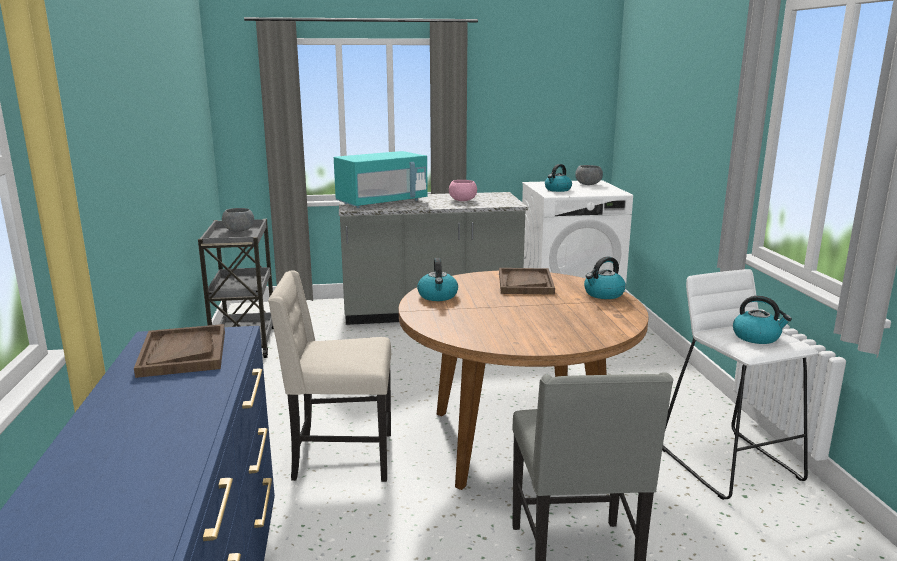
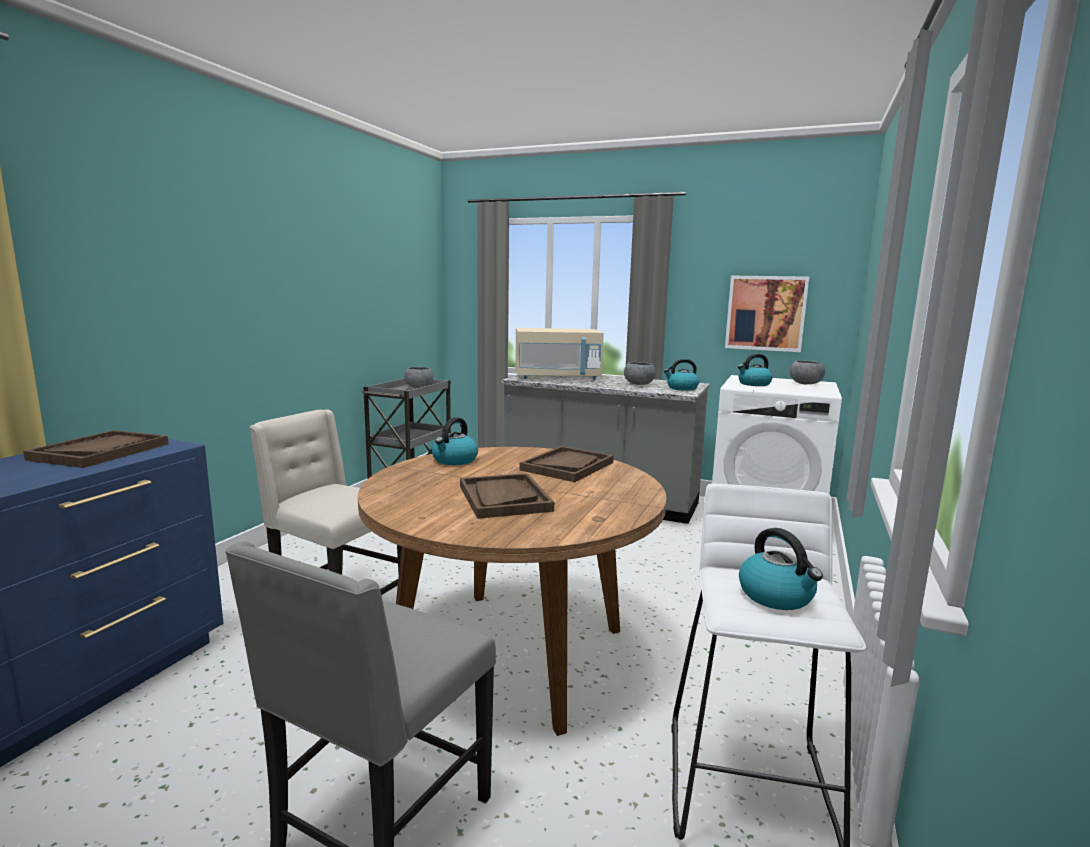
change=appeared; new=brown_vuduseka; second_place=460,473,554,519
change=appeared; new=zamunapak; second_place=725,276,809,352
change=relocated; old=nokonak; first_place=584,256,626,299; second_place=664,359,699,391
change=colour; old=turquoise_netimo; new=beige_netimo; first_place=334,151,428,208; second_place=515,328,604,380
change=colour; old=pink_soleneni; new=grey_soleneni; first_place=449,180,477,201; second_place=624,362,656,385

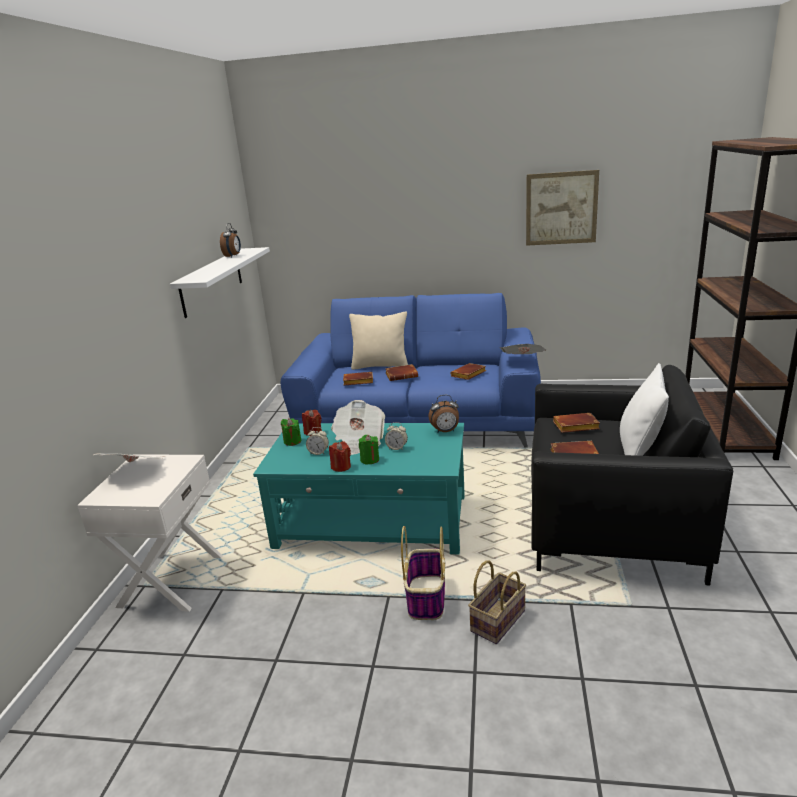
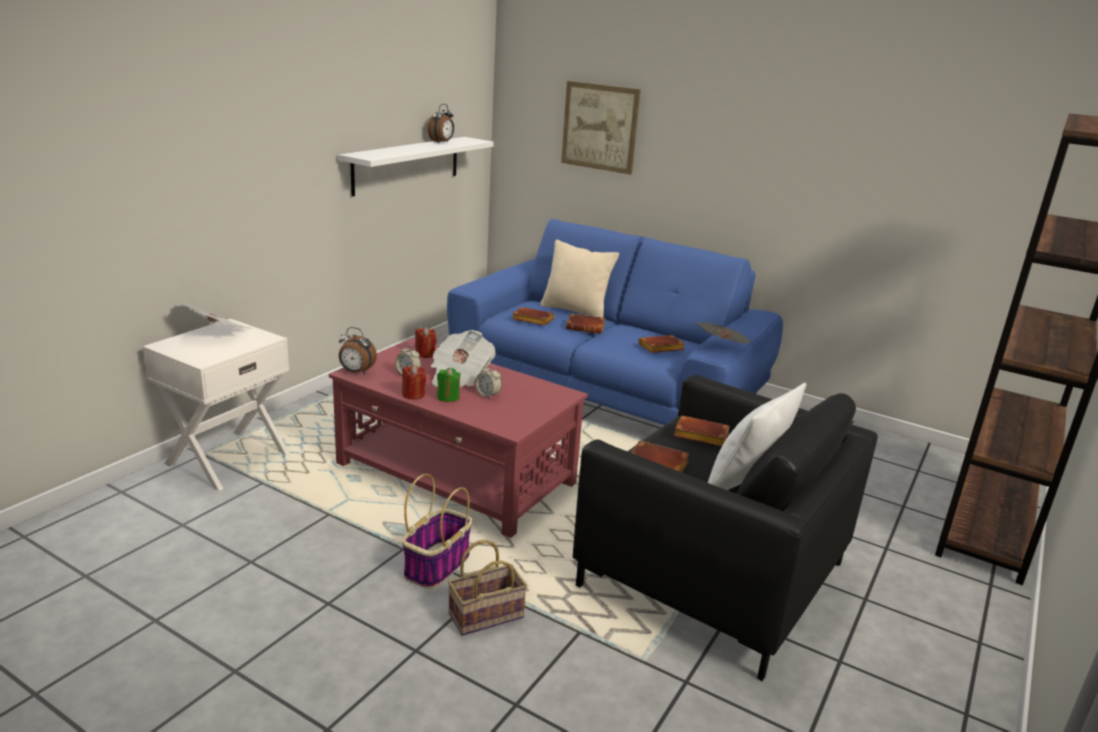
change=missing; old=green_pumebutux; first_place=281,418,301,446
change=relocated; old=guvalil; first_place=428,395,459,433; second_place=339,327,377,375
change=relocated; old=zamunapak; first_place=526,170,599,246; second_place=561,81,641,175
change=colour; old=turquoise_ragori; new=red_ragori; first_place=253,423,465,554; second_place=329,338,588,538

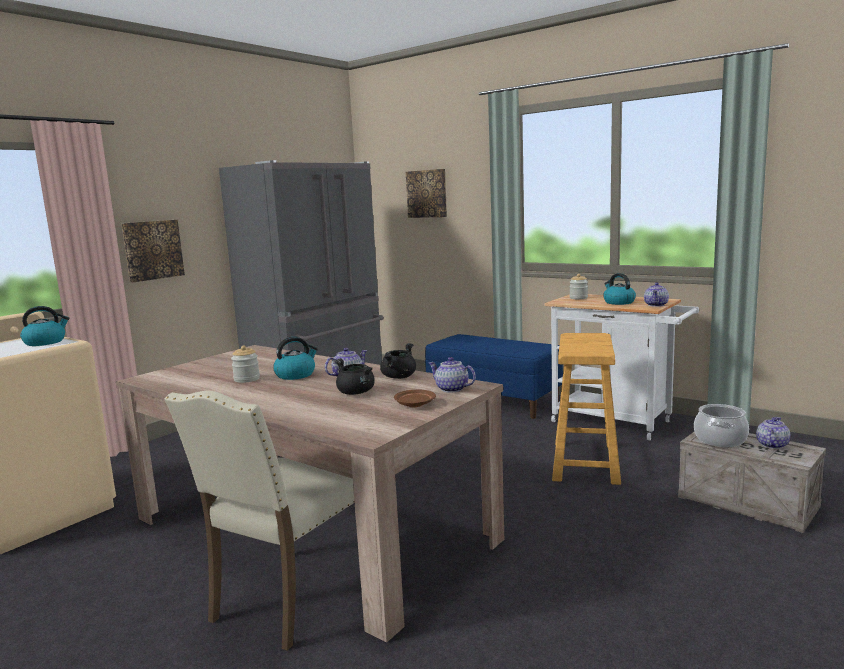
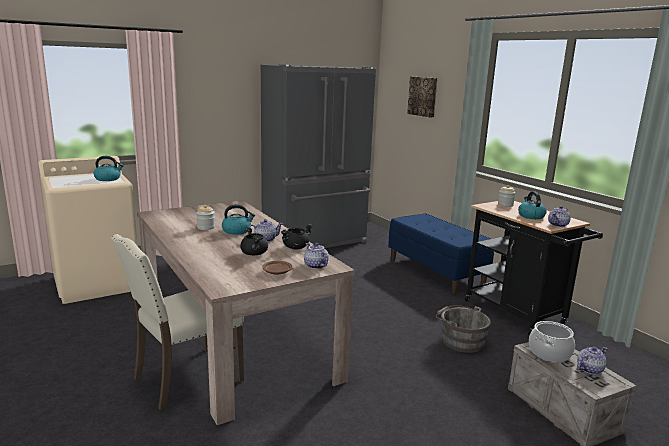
change=missing; old=zamunapak; first_place=121,220,185,282
change=exchanged; old=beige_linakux; new=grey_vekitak; first_place=552,333,621,485; second_place=436,305,491,353
change=colour; old=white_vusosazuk; new=black_vusosazuk; first_place=544,294,699,440; second_place=465,201,603,335

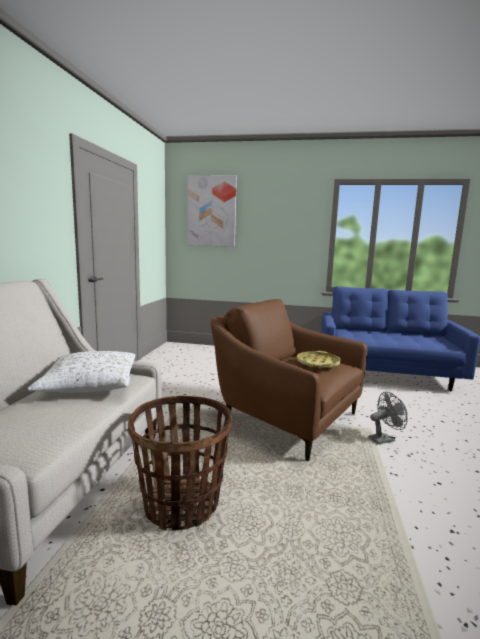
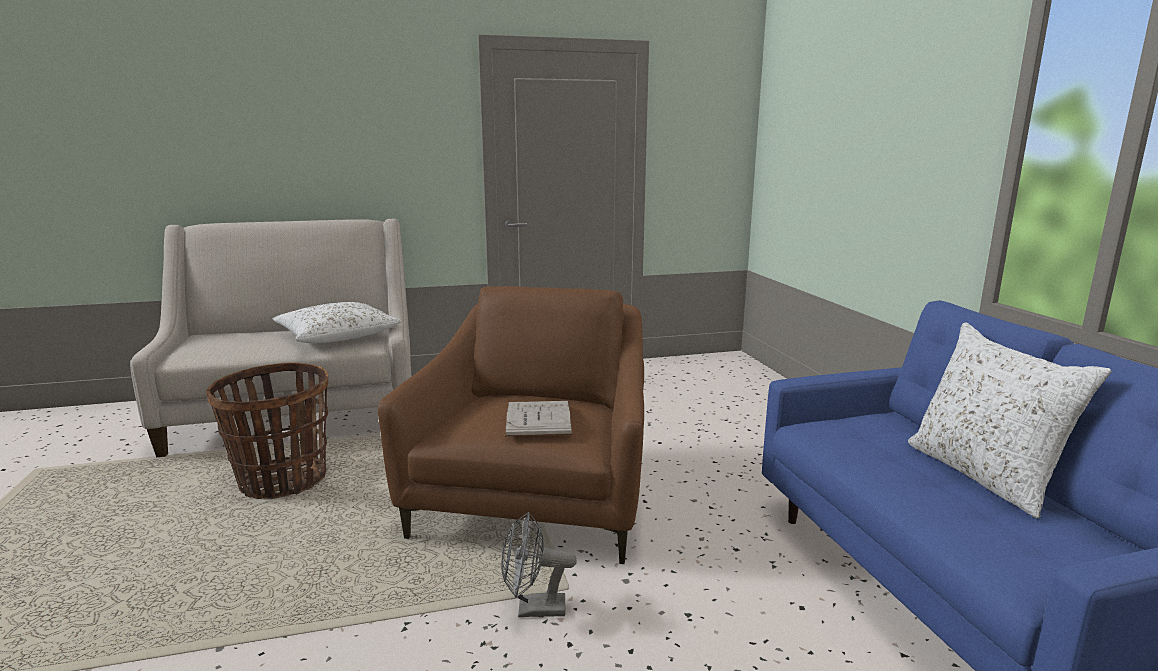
change=missing; old=zamunapak; first_place=188,175,237,247
change=appeared; new=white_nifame; second_place=908,323,1112,518
change=exchanged; old=yellow_vuduseka; new=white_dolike; first_place=297,351,341,369; second_place=505,401,572,436
change=spun; old=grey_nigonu; first_place=369,392,407,444; second_place=501,512,576,617; degrees=135

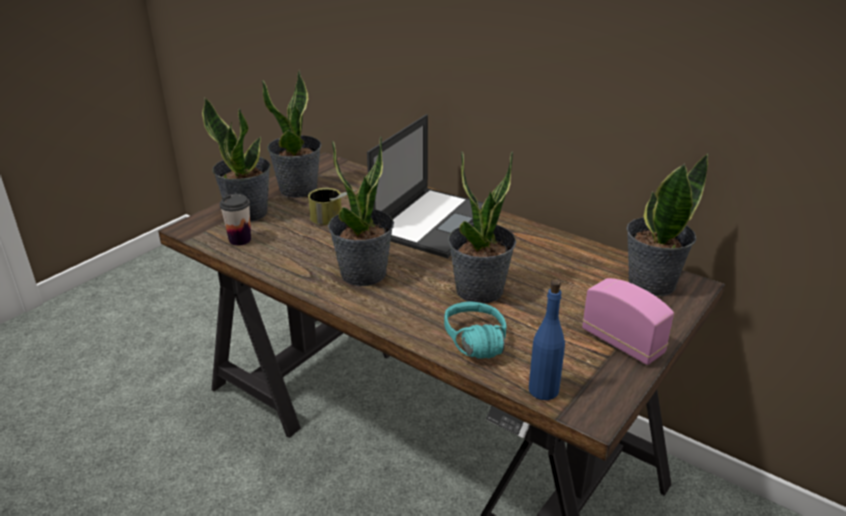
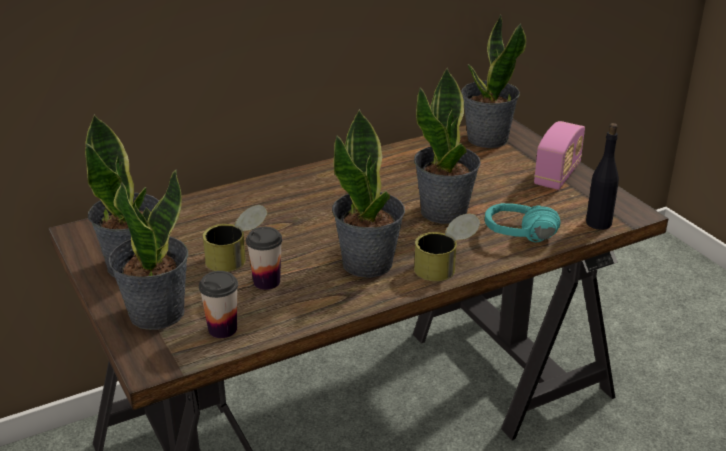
change=missing; old=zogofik; first_place=367,114,484,258
change=appeared; new=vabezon; second_place=246,227,282,290
change=appeared; new=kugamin; second_place=414,213,480,281
change=colour; old=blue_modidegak; new=black_modidegak; first_place=529,279,565,400; second_place=586,123,619,230
change=spun; old=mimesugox; first_place=582,278,674,365; second_place=534,121,585,190; degrees=135

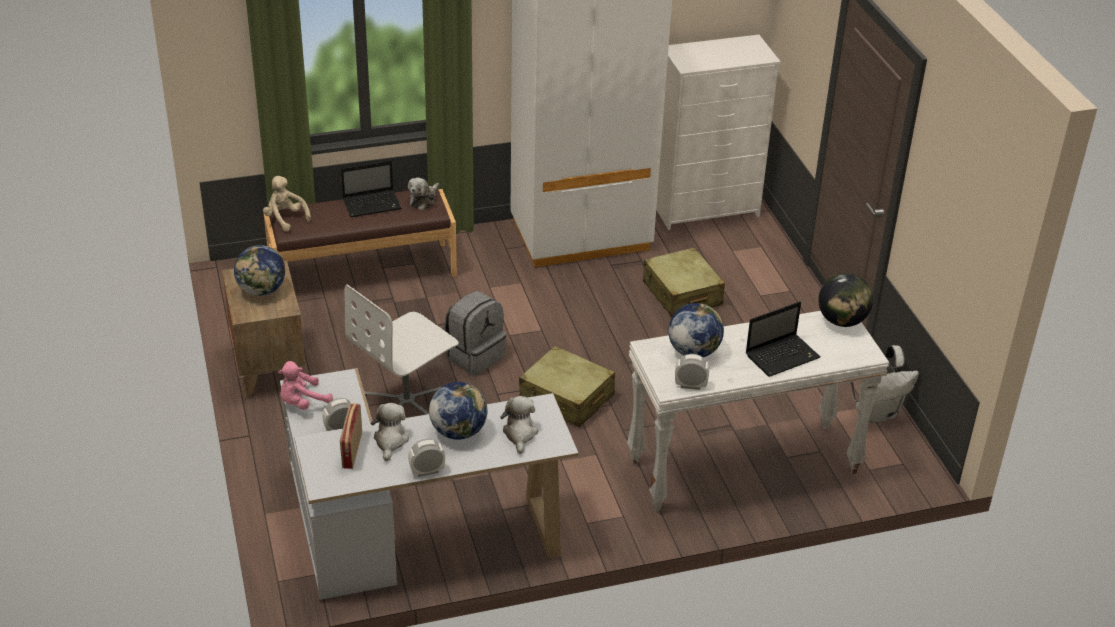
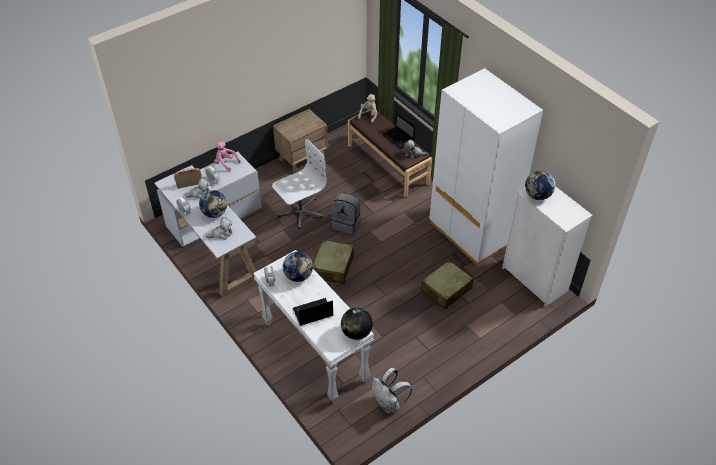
change=relocated; old=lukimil; first_place=234,245,285,296; second_place=525,171,555,200
change=spun; old=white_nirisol; first_place=345,284,459,415; second_place=272,139,327,229; degrees=120
change=spun; old=zogofik; first_place=745,302,820,377; second_place=293,298,334,326; degrees=120

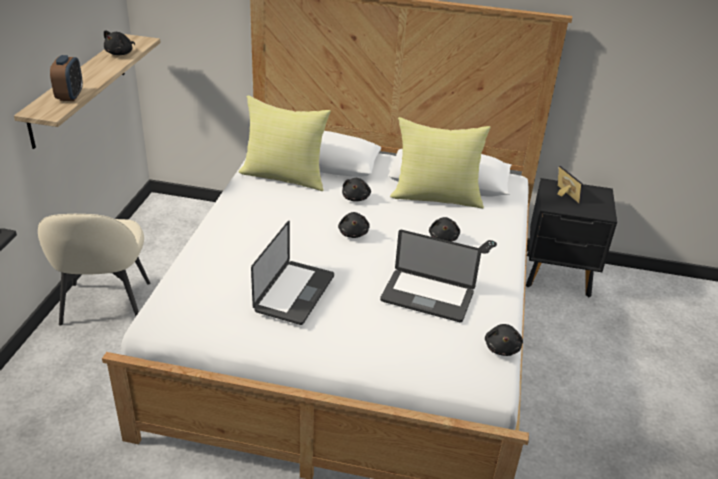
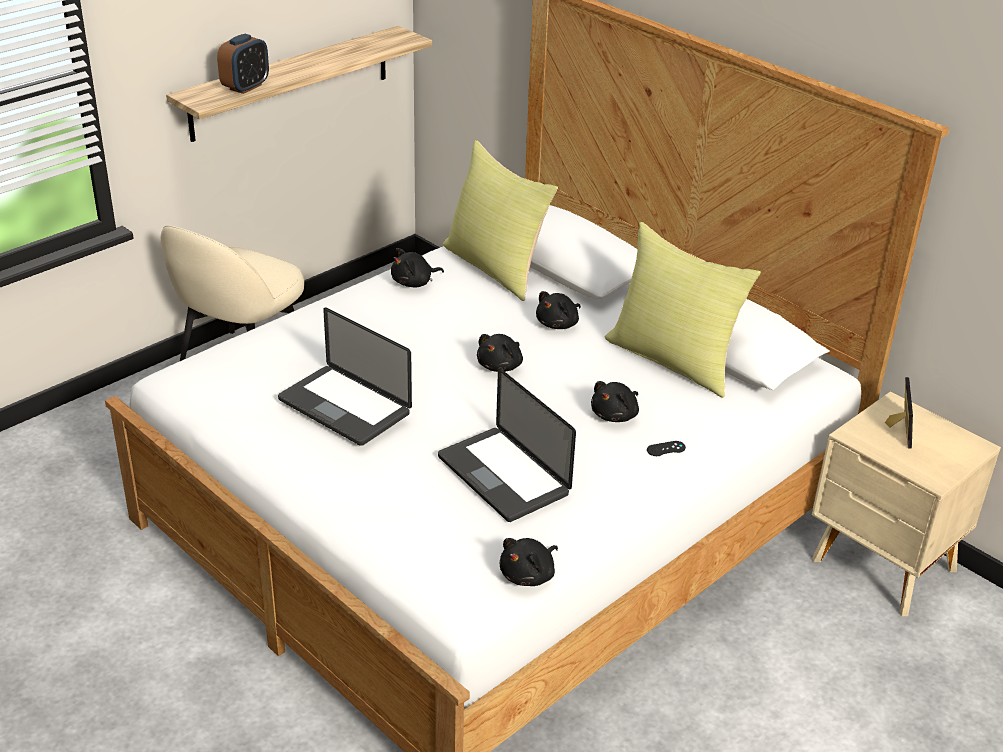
change=relocated; old=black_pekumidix; first_place=104,30,135,55; second_place=391,248,444,287
change=colour; old=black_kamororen; new=beige_kamororen; first_place=526,178,617,297; second_place=812,391,1001,616
change=spun; old=zogofik; first_place=251,221,334,325; second_place=278,308,412,446; degrees=75

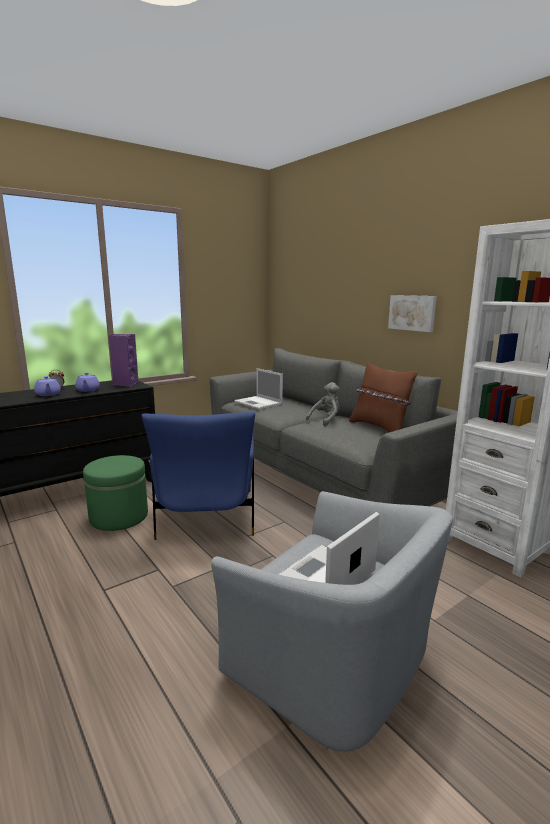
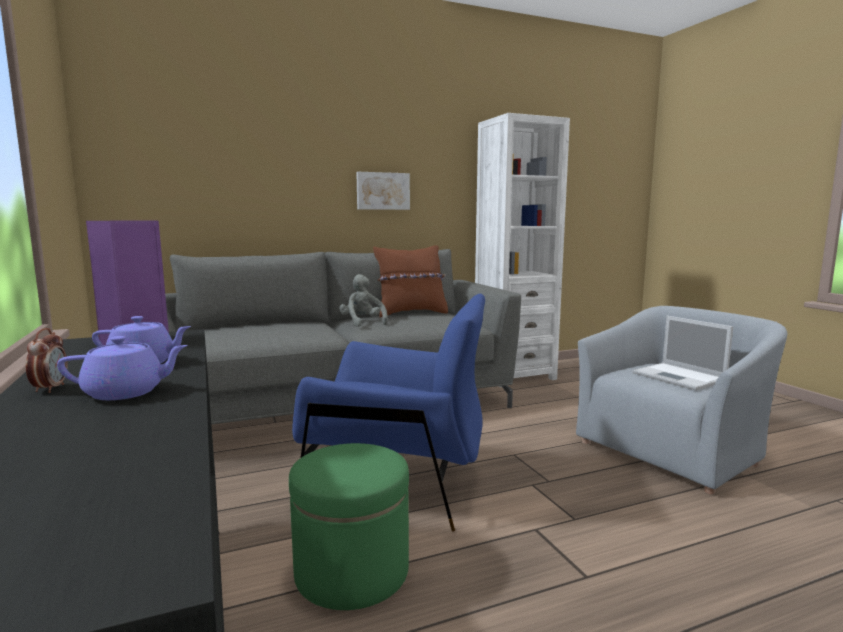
change=missing; old=zogofik; first_place=234,368,283,409

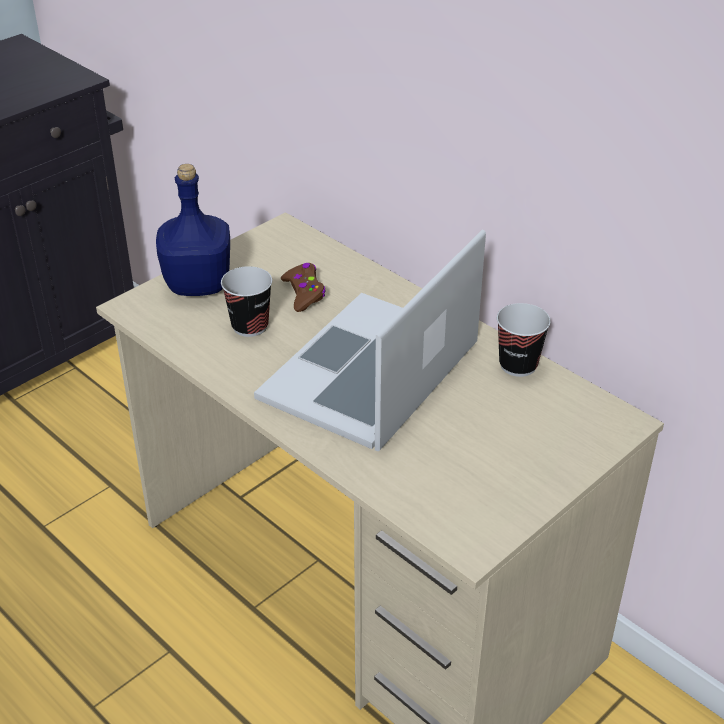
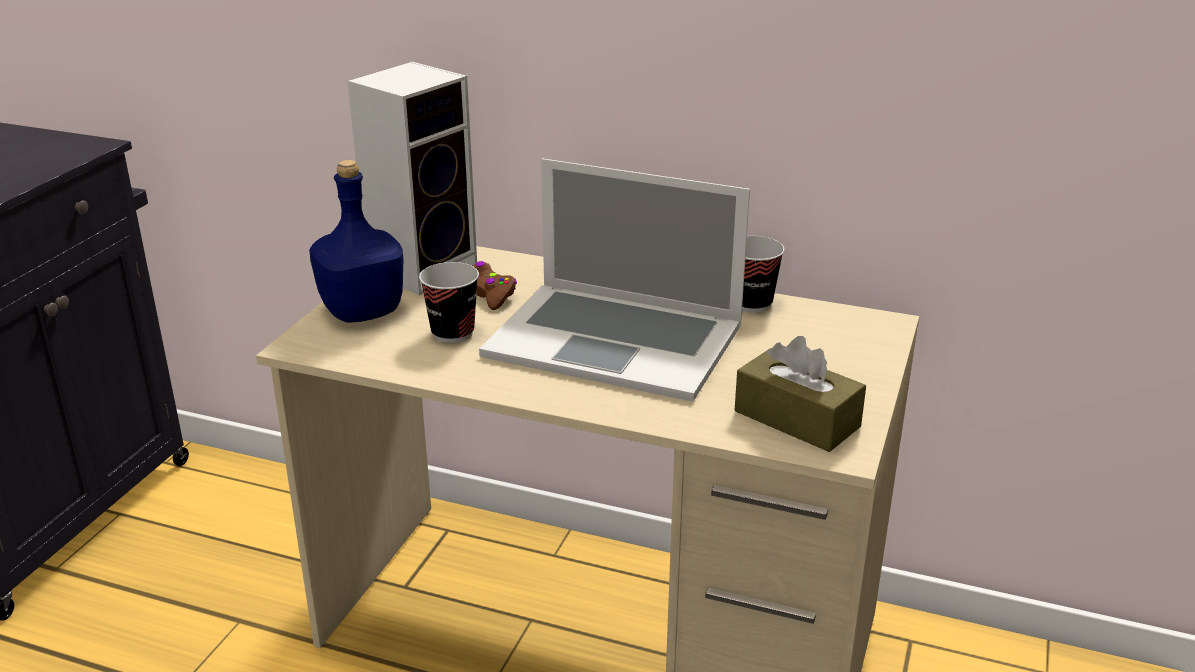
change=appeared; new=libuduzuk; second_place=348,62,477,295
change=appeared; new=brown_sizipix; second_place=735,336,866,452
change=spun; old=zogofik; first_place=254,229,486,451; second_place=479,158,750,402; degrees=-75

